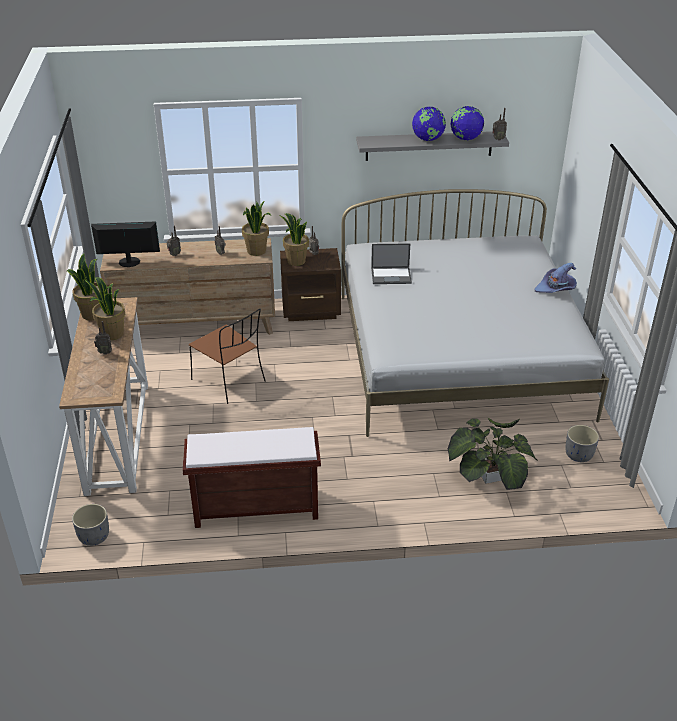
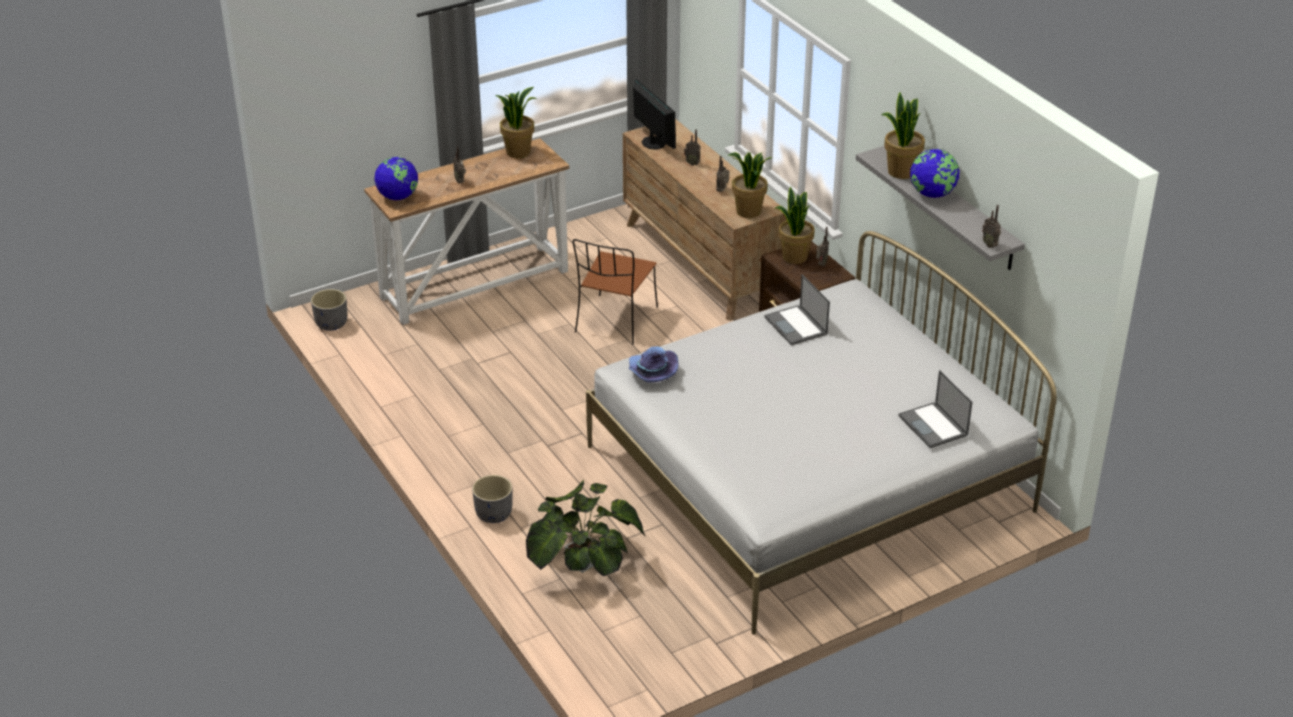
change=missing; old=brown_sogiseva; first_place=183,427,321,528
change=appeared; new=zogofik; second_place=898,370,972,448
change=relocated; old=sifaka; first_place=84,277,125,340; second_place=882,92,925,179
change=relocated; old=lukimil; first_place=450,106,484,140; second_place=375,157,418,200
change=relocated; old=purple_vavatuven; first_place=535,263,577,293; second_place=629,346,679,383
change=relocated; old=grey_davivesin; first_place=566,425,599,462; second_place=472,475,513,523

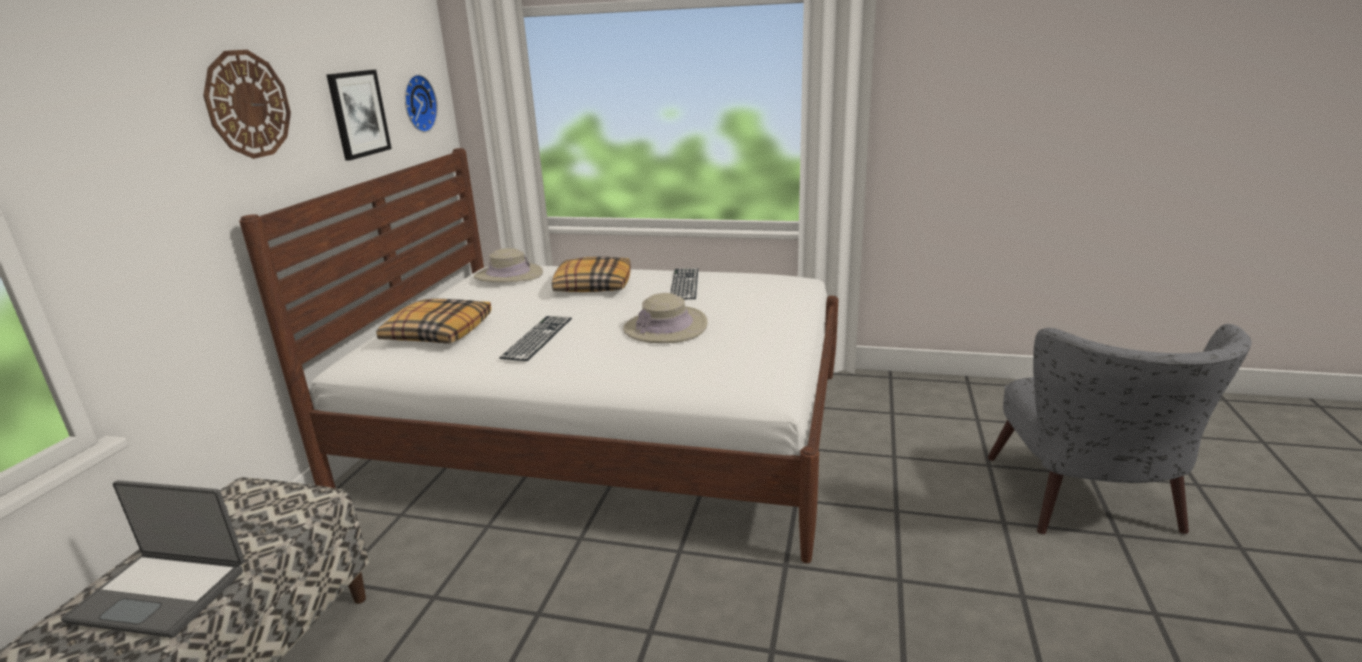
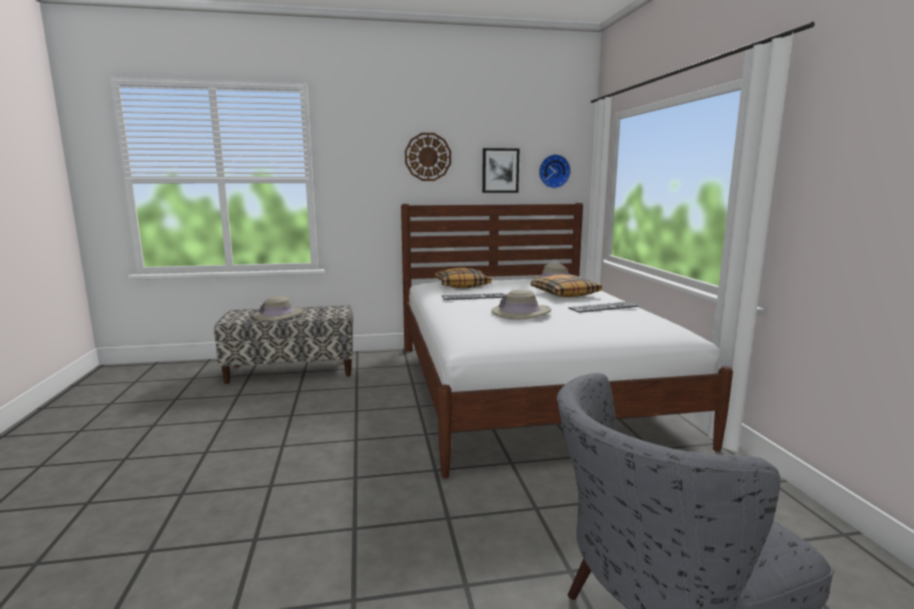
change=exchanged; old=zogofik; new=beige_vavatuven; first_place=61,480,244,638; second_place=253,296,303,321

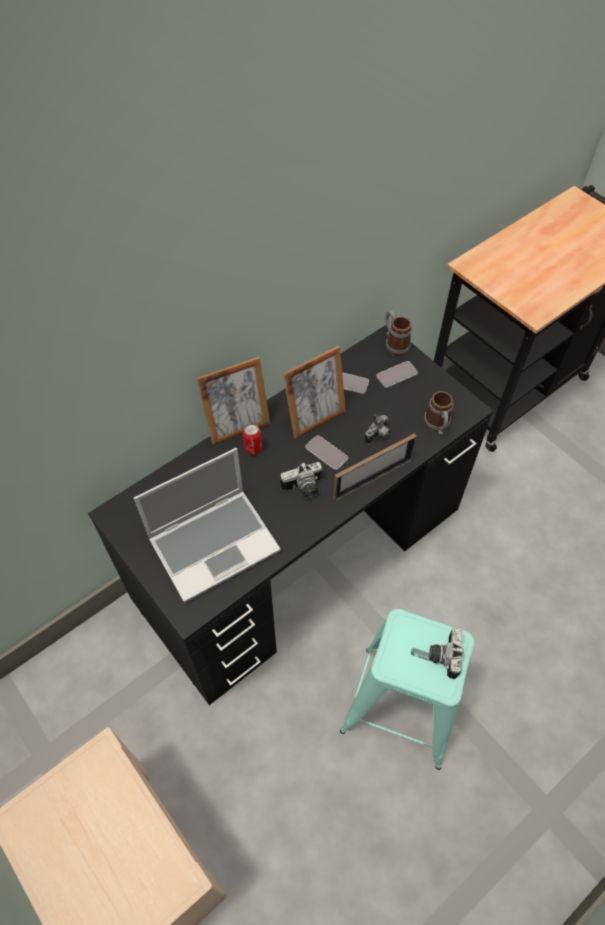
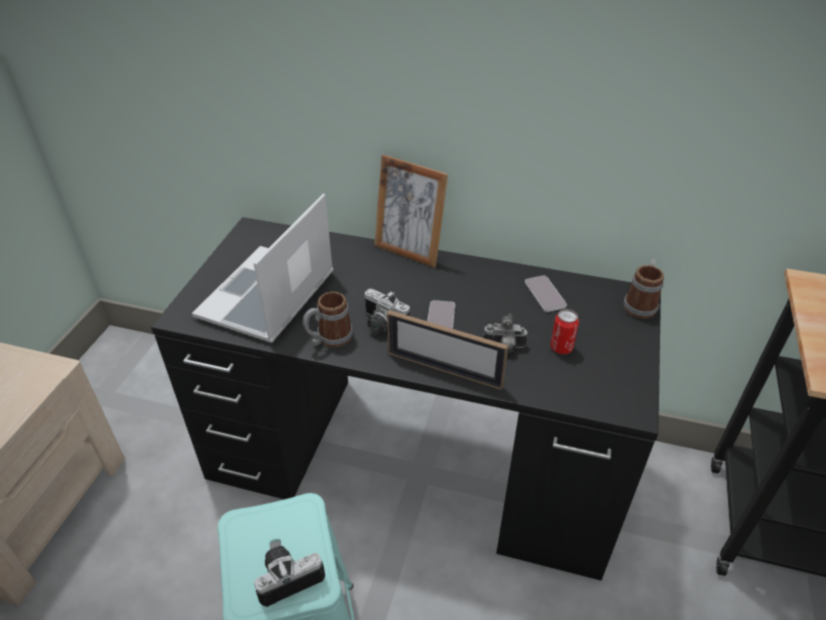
change=missing; old=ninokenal; first_place=283,346,346,439
change=missing; old=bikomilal; first_place=376,361,418,388
change=relocated; old=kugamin; first_place=243,423,262,455; second_place=550,309,579,354
change=relocated; old=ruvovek; first_place=424,391,453,435; second_place=303,292,353,347
change=spun; old=zogofik; first_place=134,448,281,603; second_place=192,194,334,343; degrees=90

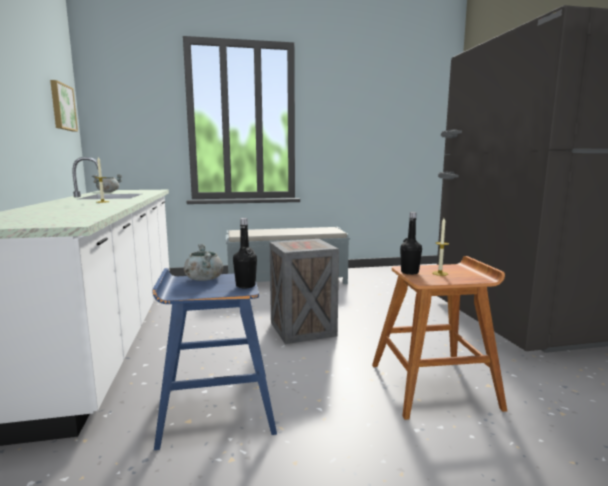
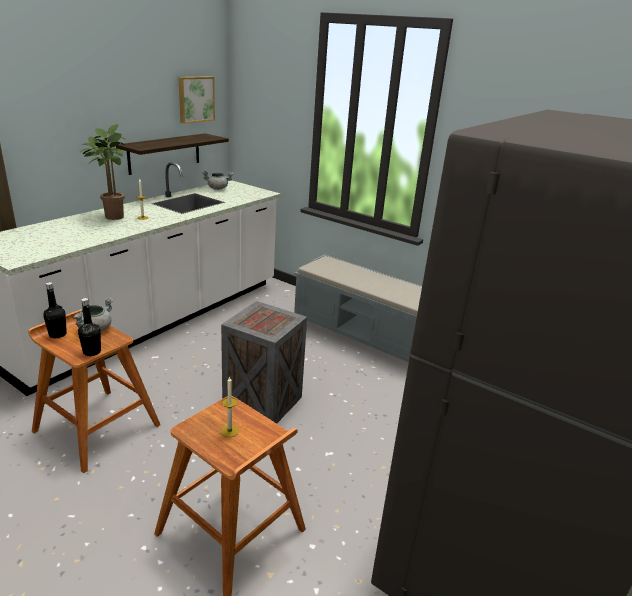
change=appeared; new=sifaka; second_place=80,124,127,220
change=appeared; new=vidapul; second_place=116,133,229,175
change=relocated; old=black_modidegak; first_place=400,212,422,275; second_place=43,282,67,338
change=colour; old=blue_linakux; new=brown_linakux; first_place=153,268,277,450; second_place=28,309,160,473

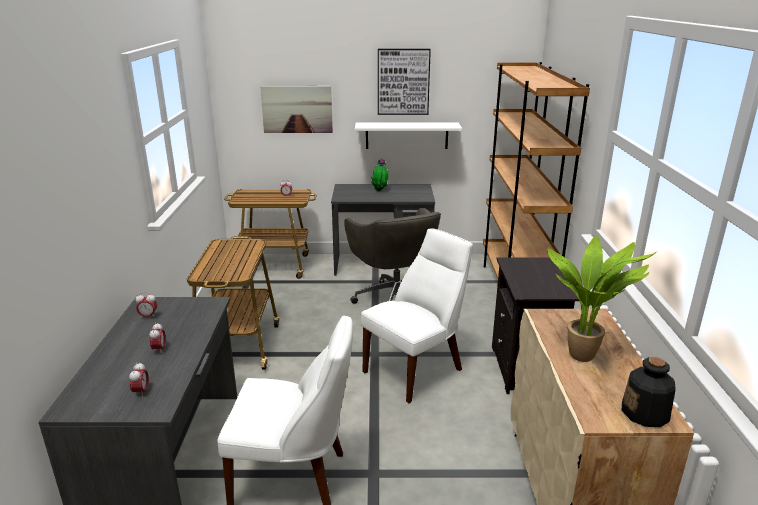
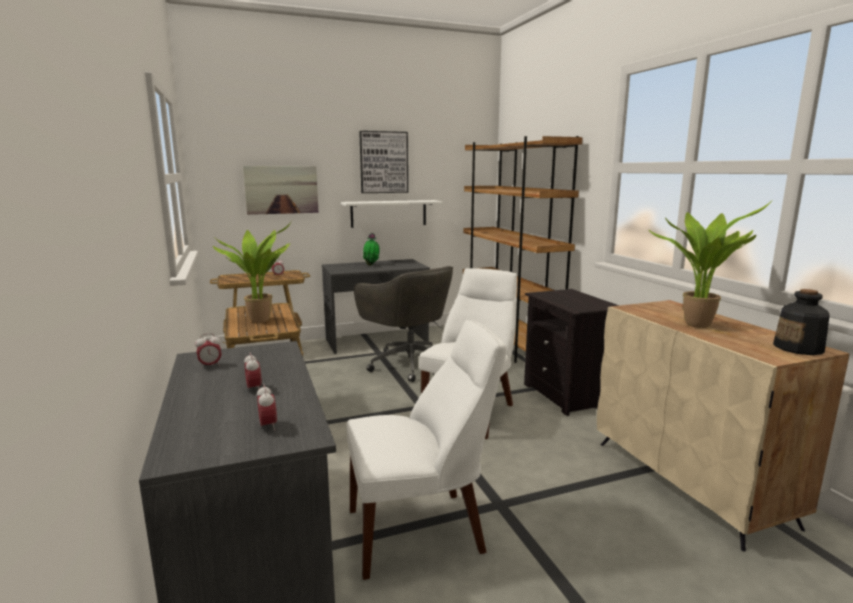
change=appeared; new=sifaka; second_place=213,221,292,323

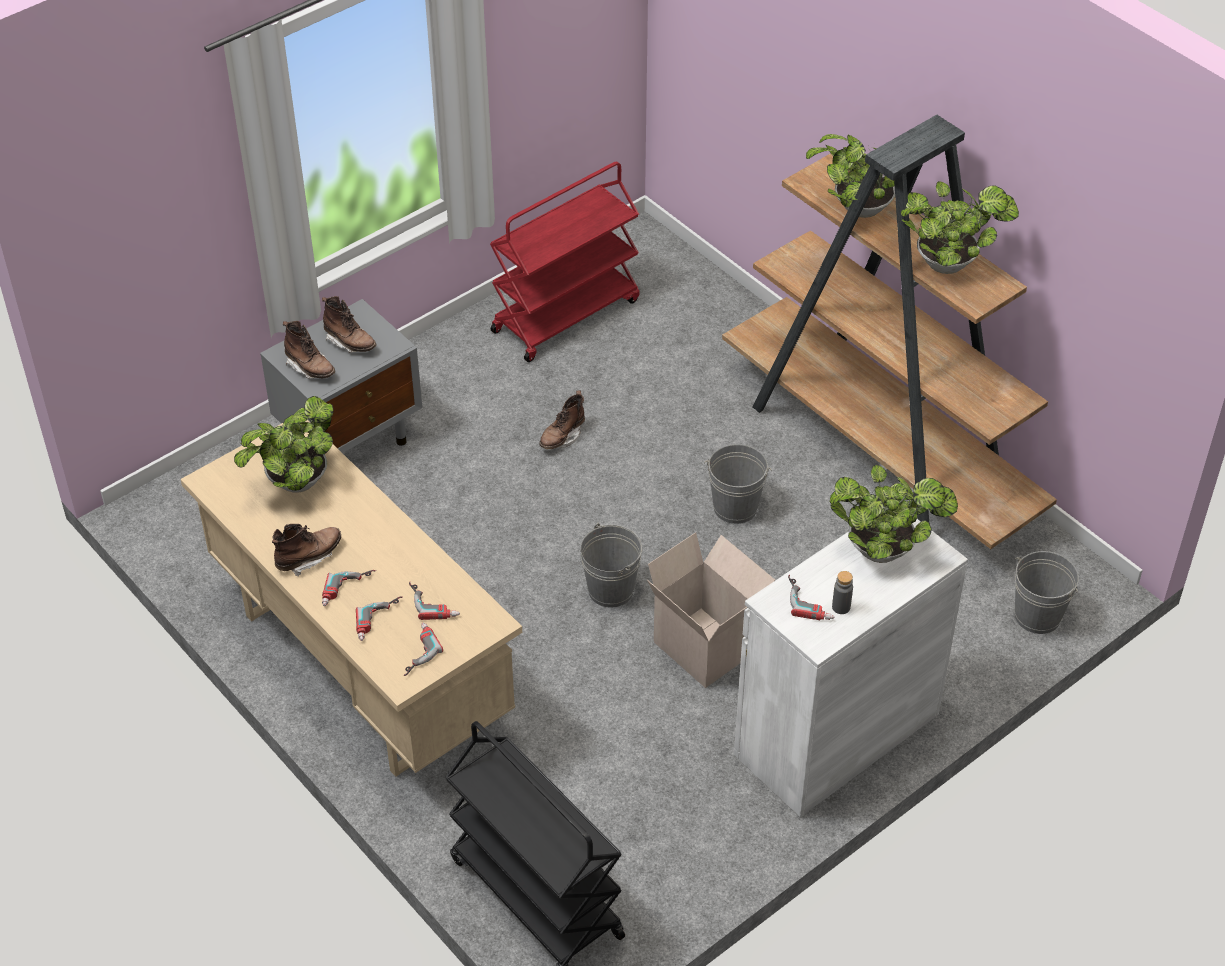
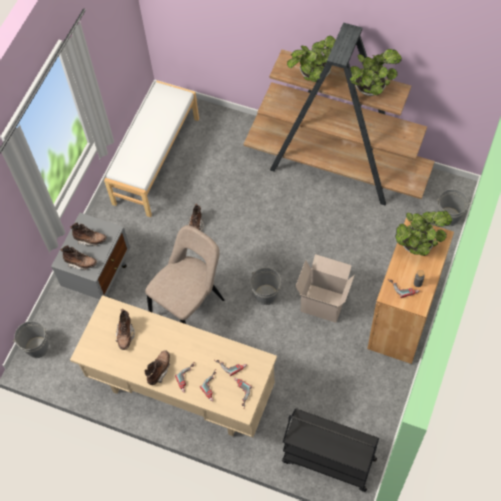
change=appeared; new=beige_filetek; second_place=145,225,224,324
change=relocated; old=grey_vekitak; first_place=704,444,772,524; second_place=13,321,49,358
change=exchanged; old=sifaka; new=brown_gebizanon; first_place=234,396,334,493; second_place=116,308,135,350
change=exchanged; old=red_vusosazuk; new=white_sogiseva; first_place=490,161,640,362; second_place=104,81,199,217
change=colour; old=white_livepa; new=brown_livepa; first_place=734,519,968,817; second_place=367,217,454,364

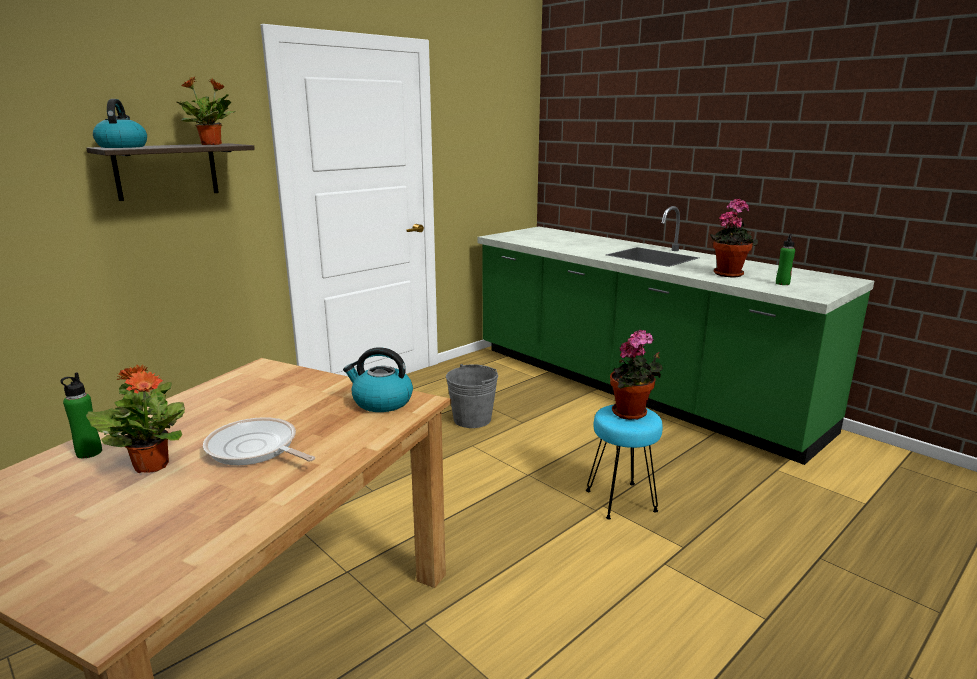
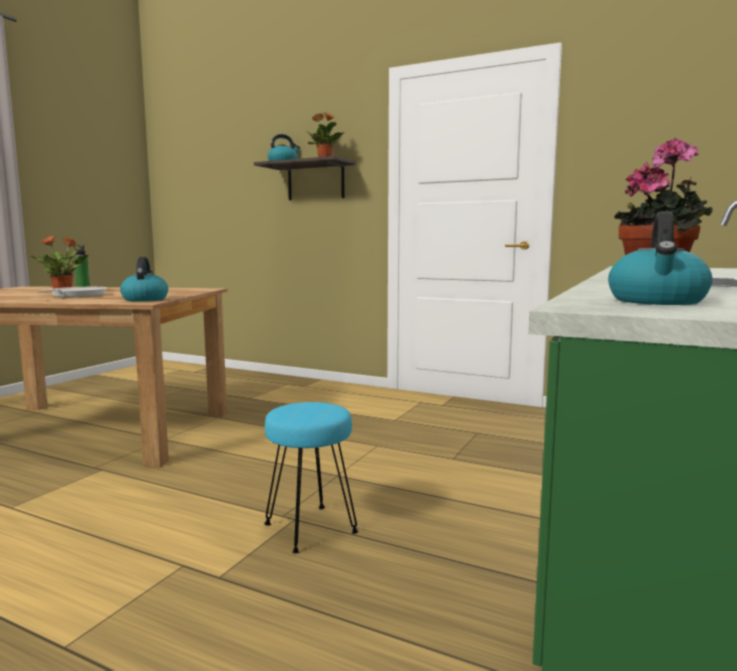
change=missing; old=grey_vekitak; first_place=446,364,498,428
change=missing; old=sifaka; first_place=610,330,663,420
change=exchanged; old=green_modidegak; new=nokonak; first_place=776,234,795,285; second_place=608,211,712,305

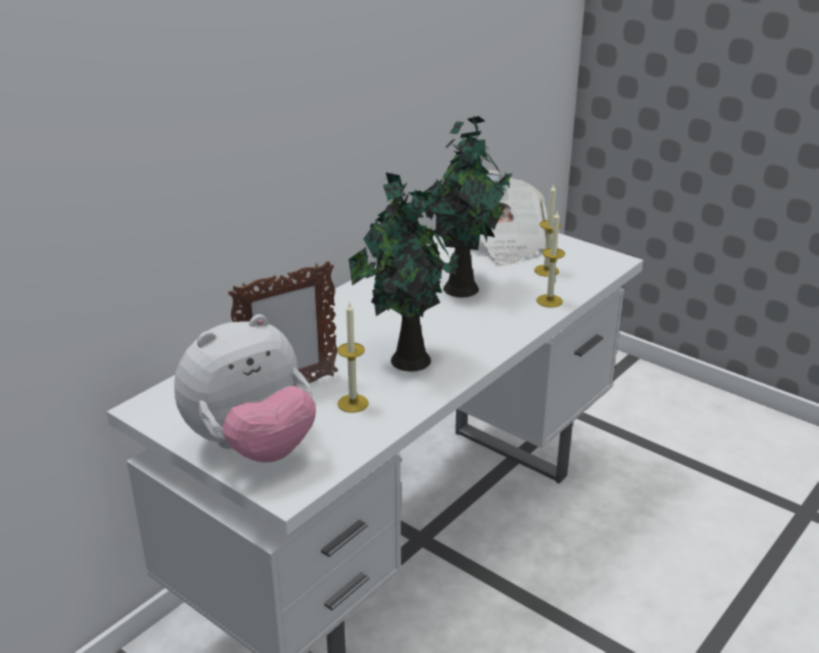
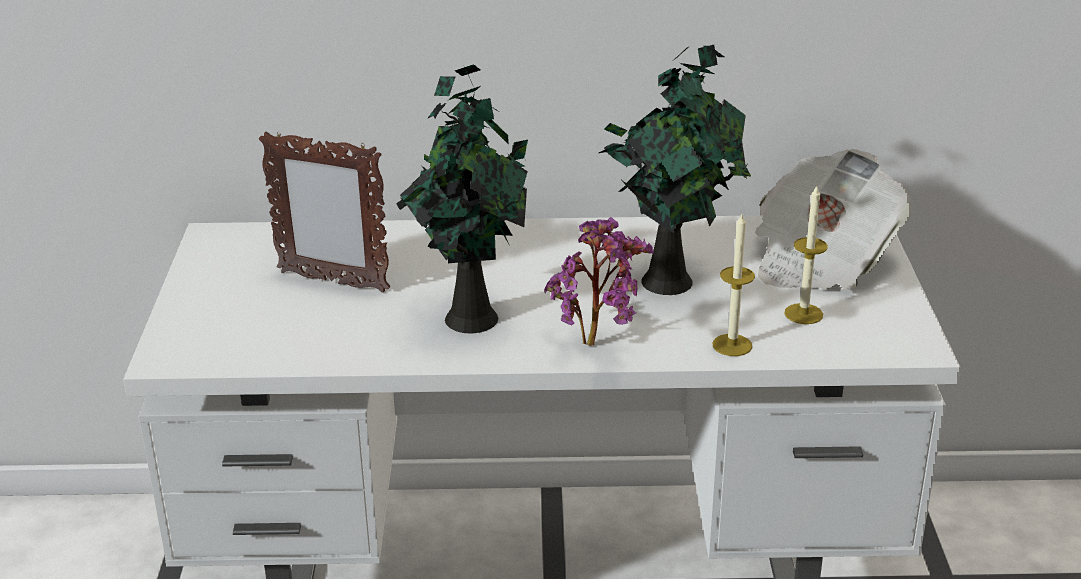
change=missing; old=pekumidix; first_place=174,314,316,462
change=missing; old=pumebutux; first_place=337,301,369,413
change=appeared; new=sifaka; second_place=544,217,654,346

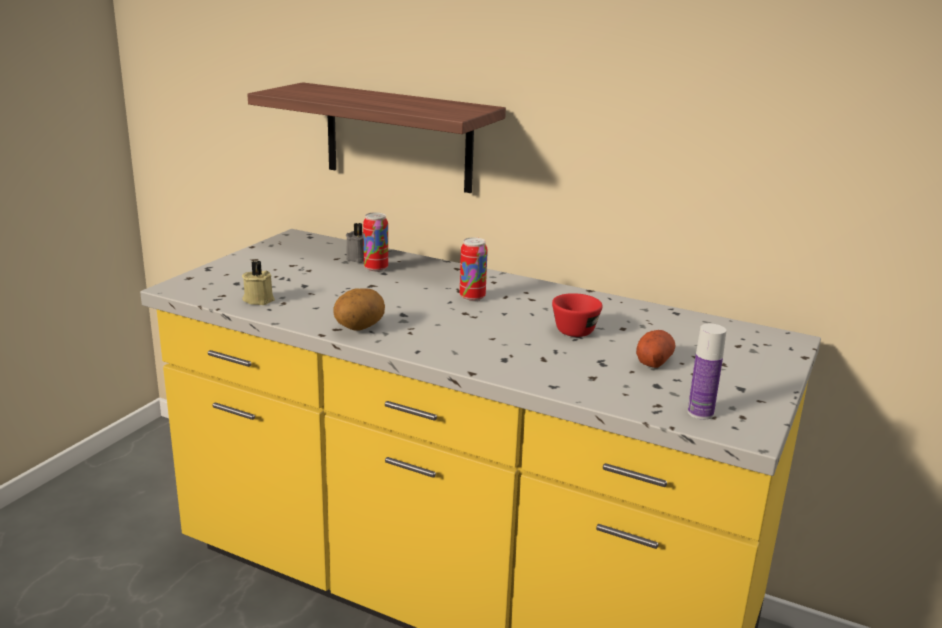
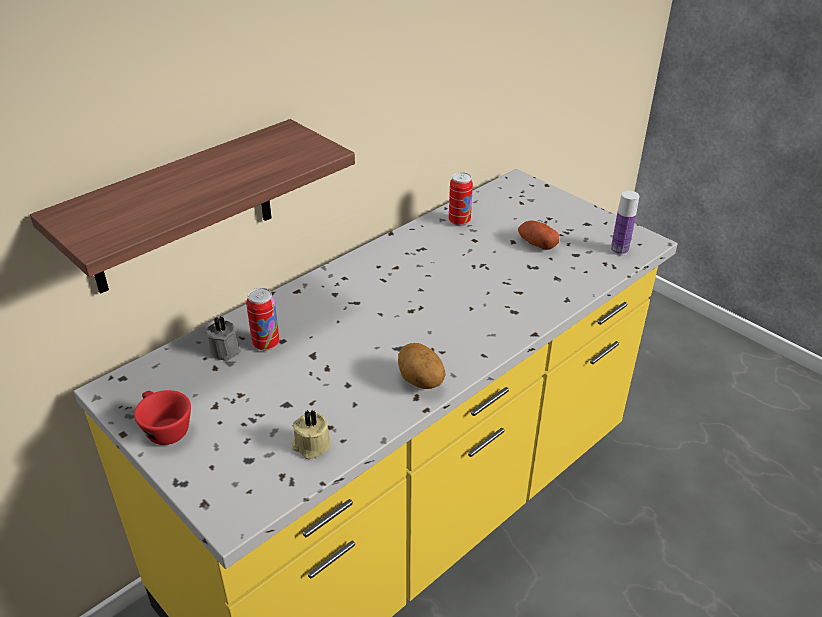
change=relocated; old=kugamin; first_place=460,237,488,302; second_place=449,172,473,226
change=relocated; old=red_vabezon; first_place=552,293,603,337; second_place=134,390,191,445

